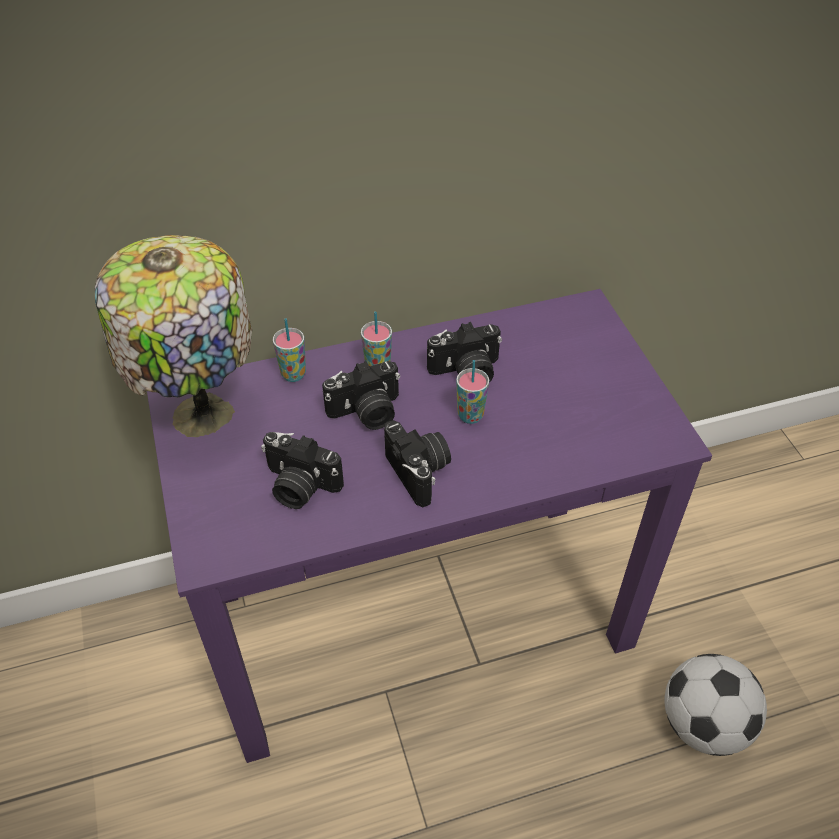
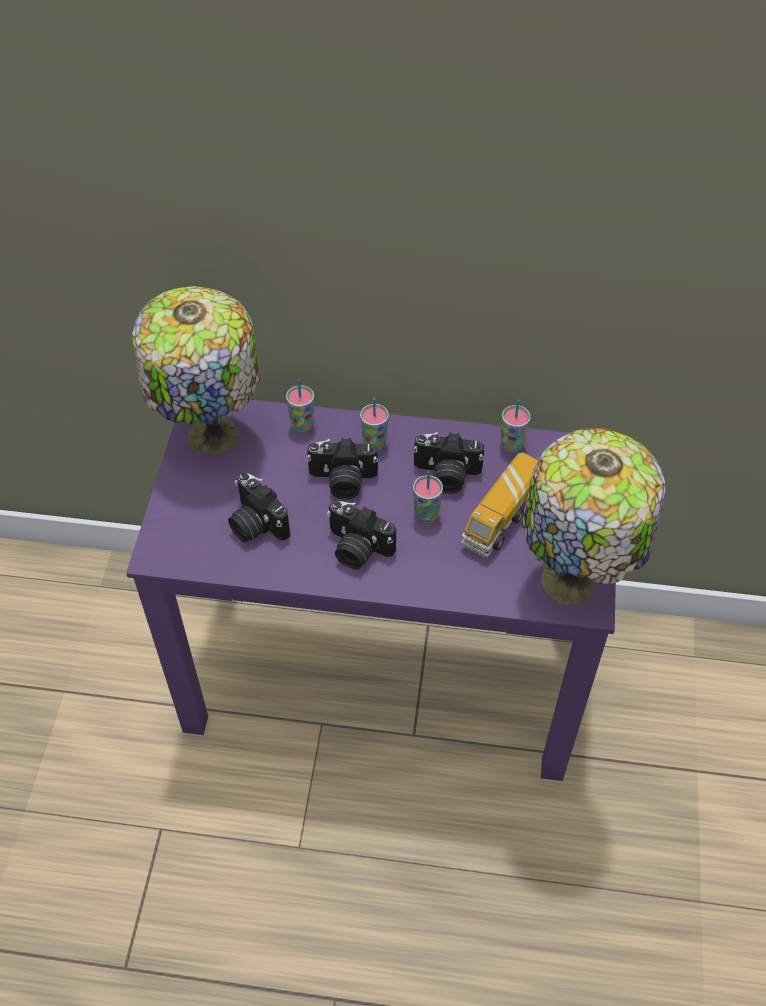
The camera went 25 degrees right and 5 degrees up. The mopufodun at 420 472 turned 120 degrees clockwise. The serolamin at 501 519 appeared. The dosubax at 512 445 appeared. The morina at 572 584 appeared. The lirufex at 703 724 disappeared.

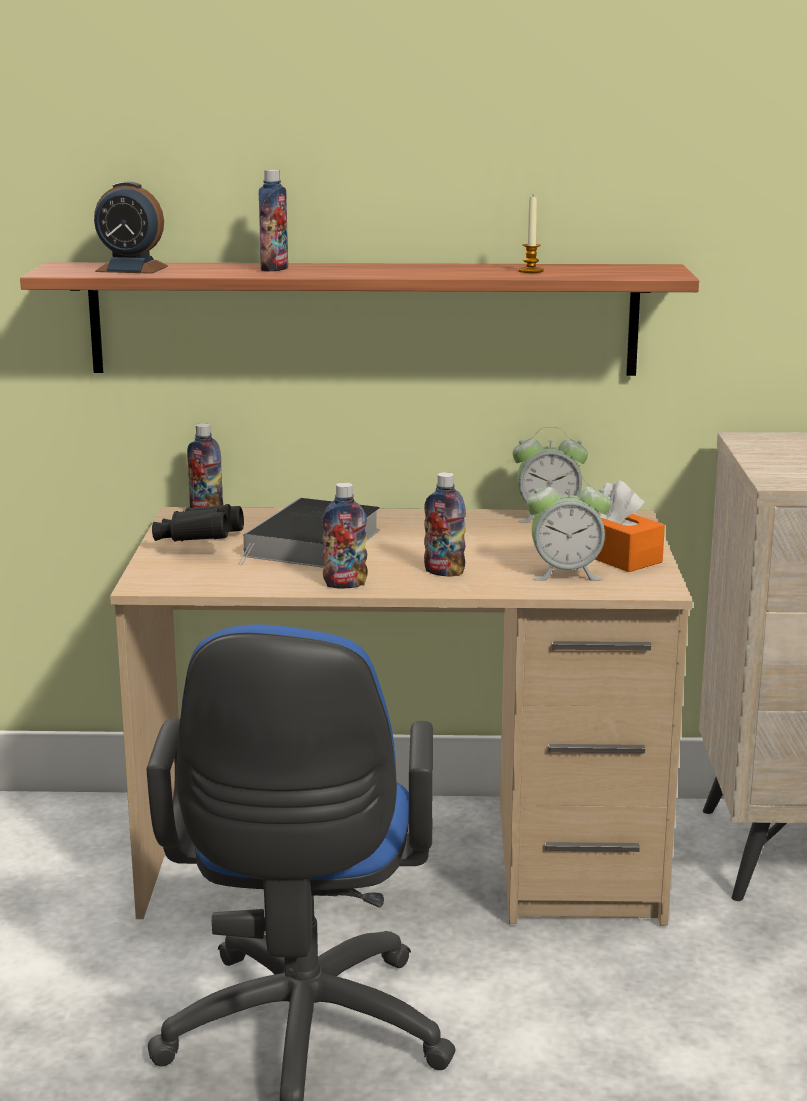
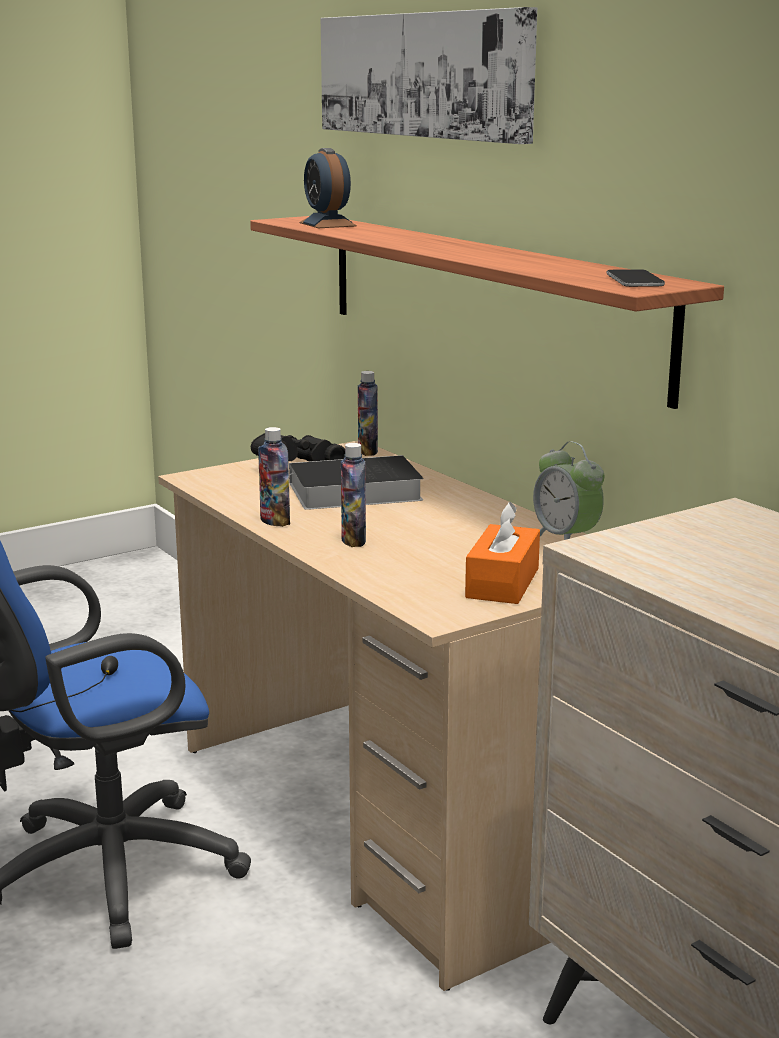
The camera went 55 degrees right and 0 degrees up. The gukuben at 424 75 appeared. The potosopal at 634 281 appeared. The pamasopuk at 274 269 disappeared. The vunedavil at 530 271 disappeared. The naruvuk at 566 573 disappeared.

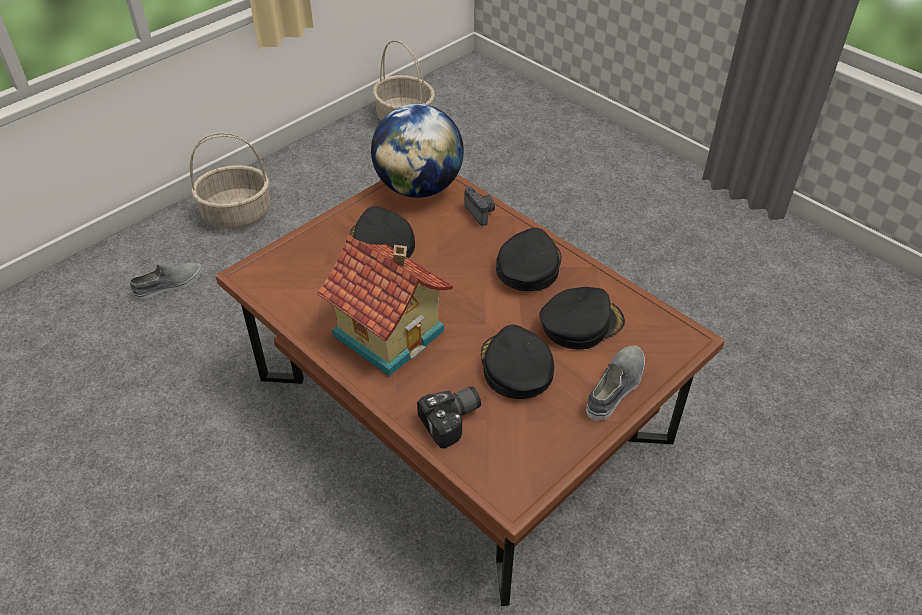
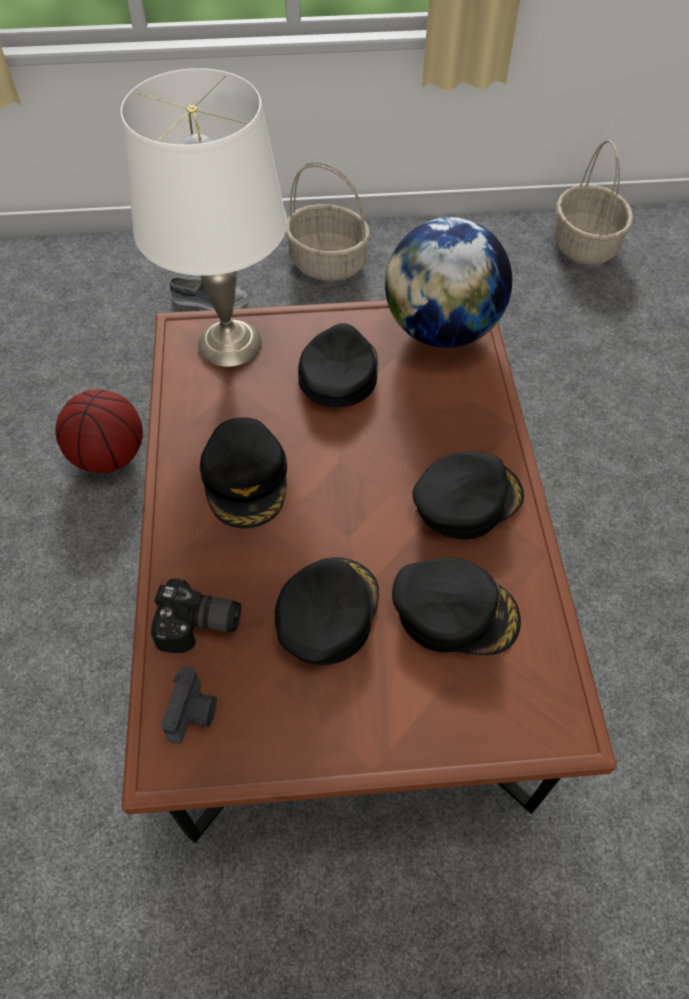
The camera went 40 degrees right and 10 degrees up. The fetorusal at 110 456 appeared. The white_morina at 230 343 appeared. The mopufodun moved from 481 213 to 194 713. The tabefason at 390 331 was replaced by the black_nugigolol at 246 479. The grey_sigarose at 616 386 disappeared.

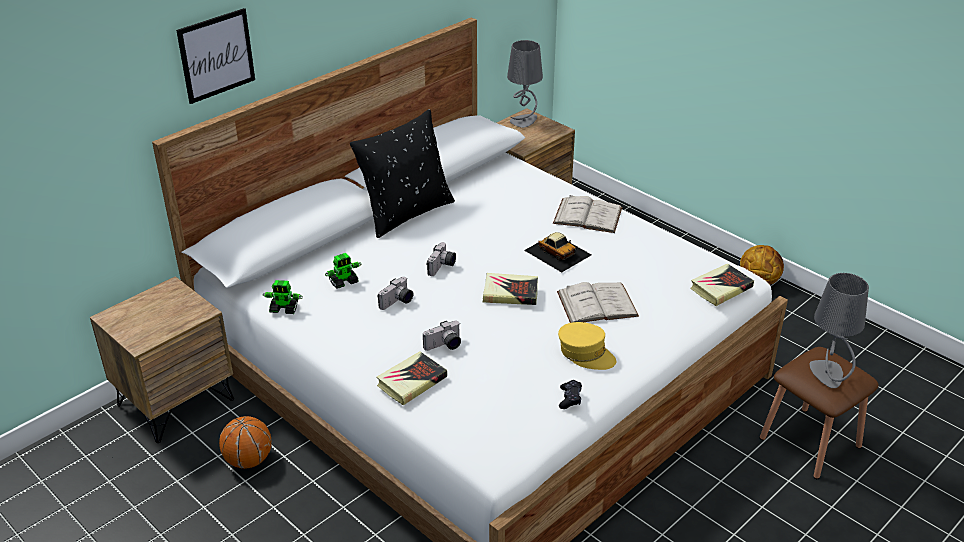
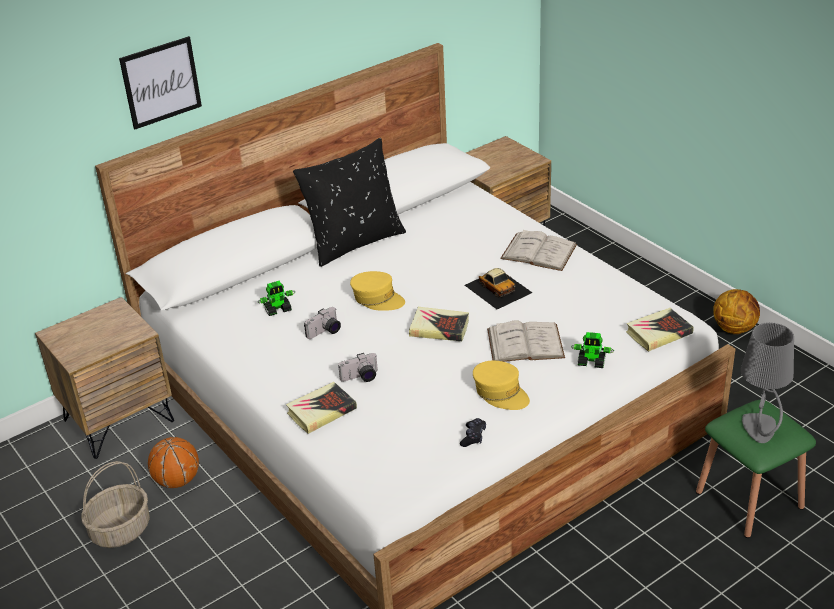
The camera went 10 degrees right and 0 degrees up. The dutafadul at 121 529 appeared. The mopufodun at 442 267 was replaced by the yellow_nugigolol at 377 299. The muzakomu moved from 284 309 to 591 362. The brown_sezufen at 810 442 became the green_sezufen at 749 499. The grey_morina at 524 121 disappeared.

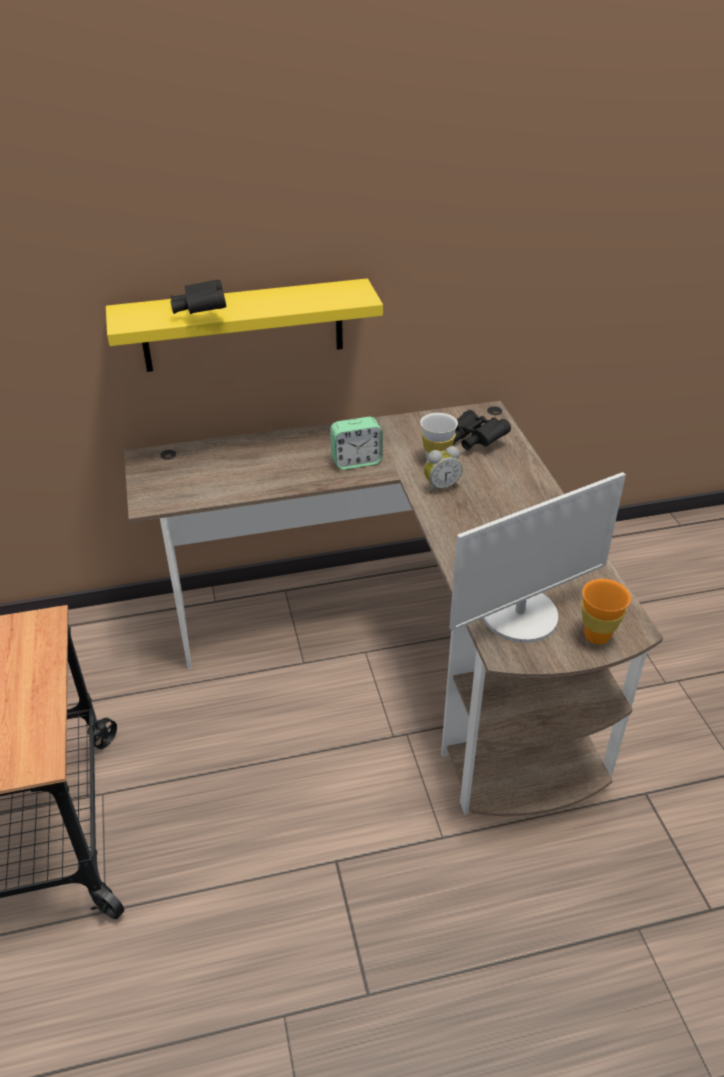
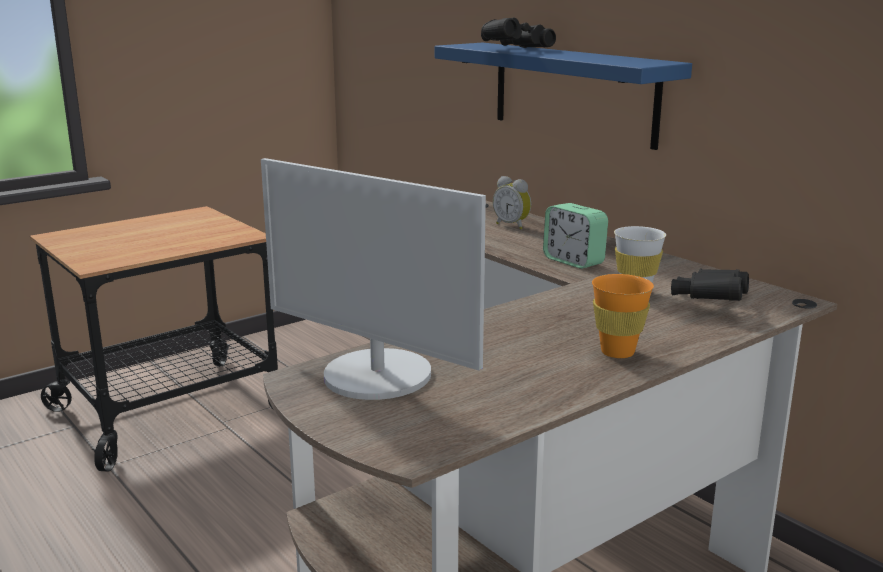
The camera went 65 degrees right and 20 degrees down. The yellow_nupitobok at 243 326 became the blue_nupitobok at 573 92. The naruvuk moved from 440 486 to 512 225. The orange_dosubax moved from 597 635 to 617 352.

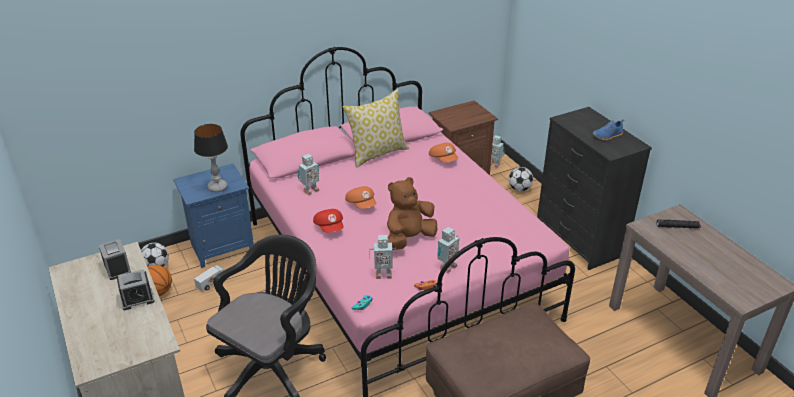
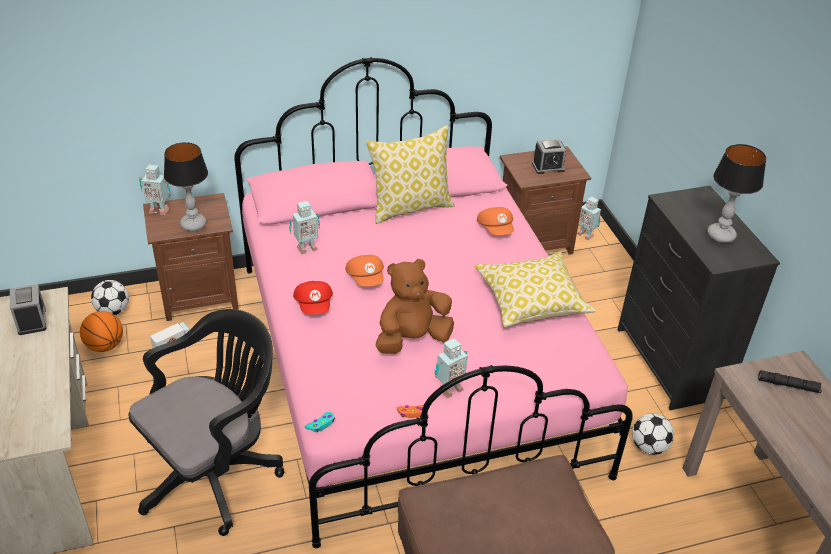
The camera went 10 degrees right and 5 degrees up. The muzakomu moved from 383 274 to 158 210. The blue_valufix at 221 247 became the brown_valufix at 199 296. The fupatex at 531 301 appeared. The naruvuk moved from 137 299 to 548 167. The lirufex moved from 519 189 to 649 447. The blue_sigarose at 607 136 was replaced by the morina at 721 235.

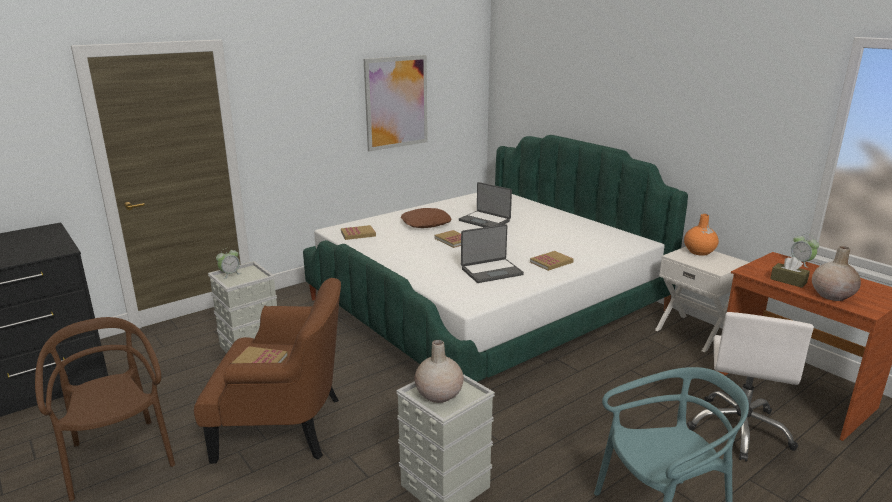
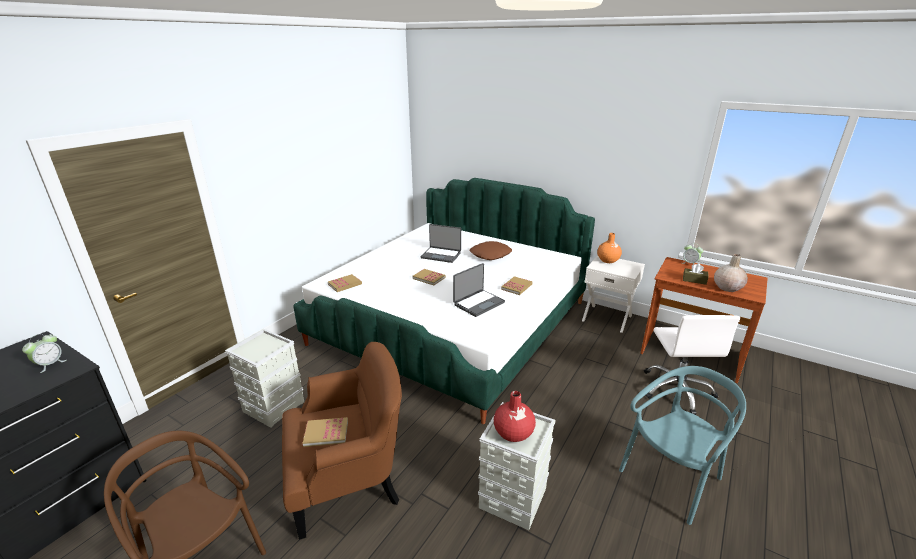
The camera went 20 degrees left and 5 degrees up. The naruvuk moved from 230 274 to 50 364. The brown_fupatex moved from 426 223 to 490 255. The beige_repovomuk at 438 394 became the red_repovomuk at 513 433. The gukuben at 396 102 disappeared.

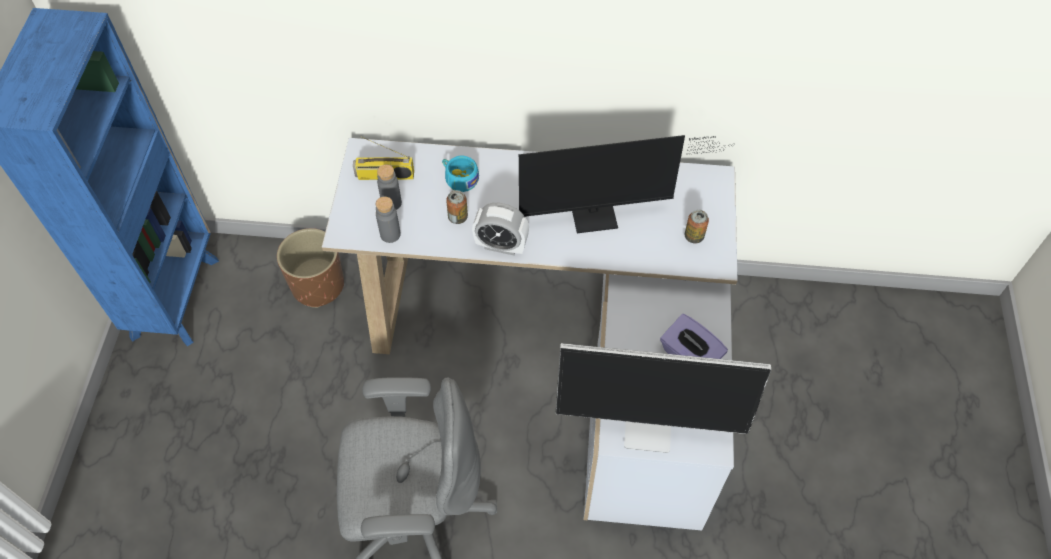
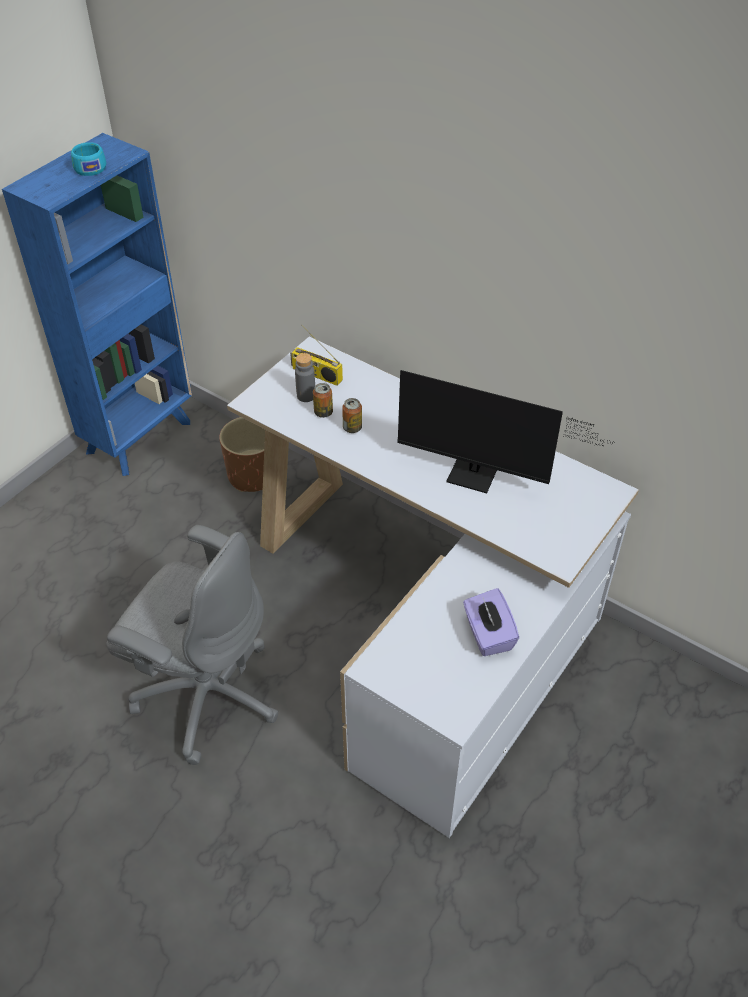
The camera went 30 degrees right and 10 degrees down. The turquoise_dosubax moved from 459 178 to 89 167. The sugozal moved from 694 236 to 323 412. The grey_pamasopuk at 390 234 disappeared. The naruvuk at 501 246 disappeared. The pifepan at 650 427 disappeared.

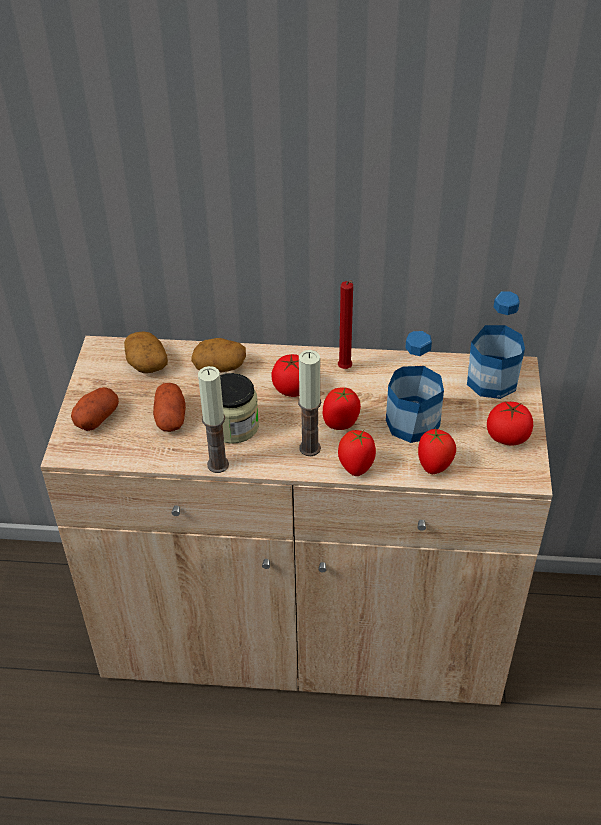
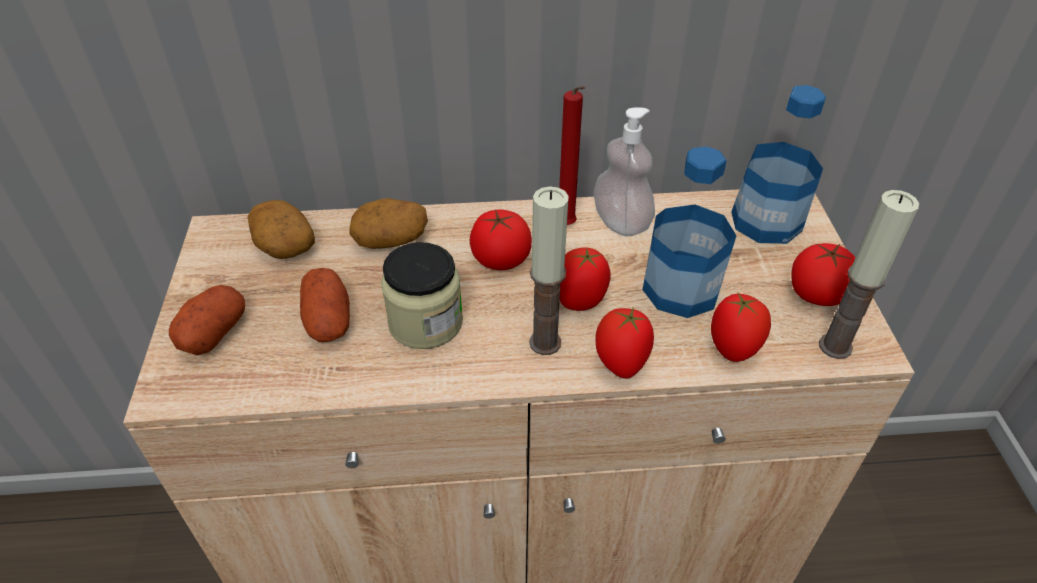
The camera went 10 degrees left and 0 degrees up. The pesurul at 621 223 appeared. The vunedavil moved from 218 464 to 835 346.

